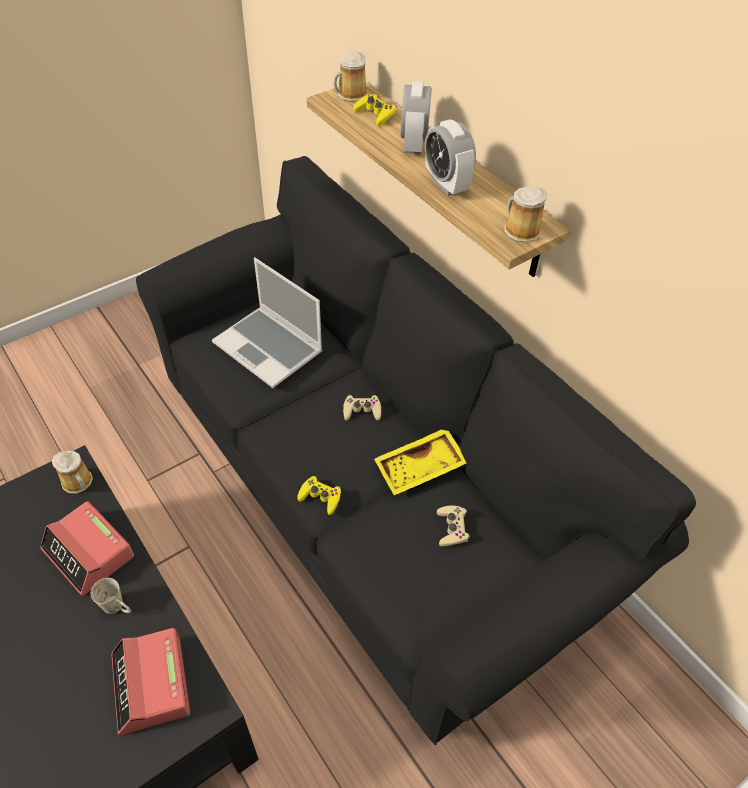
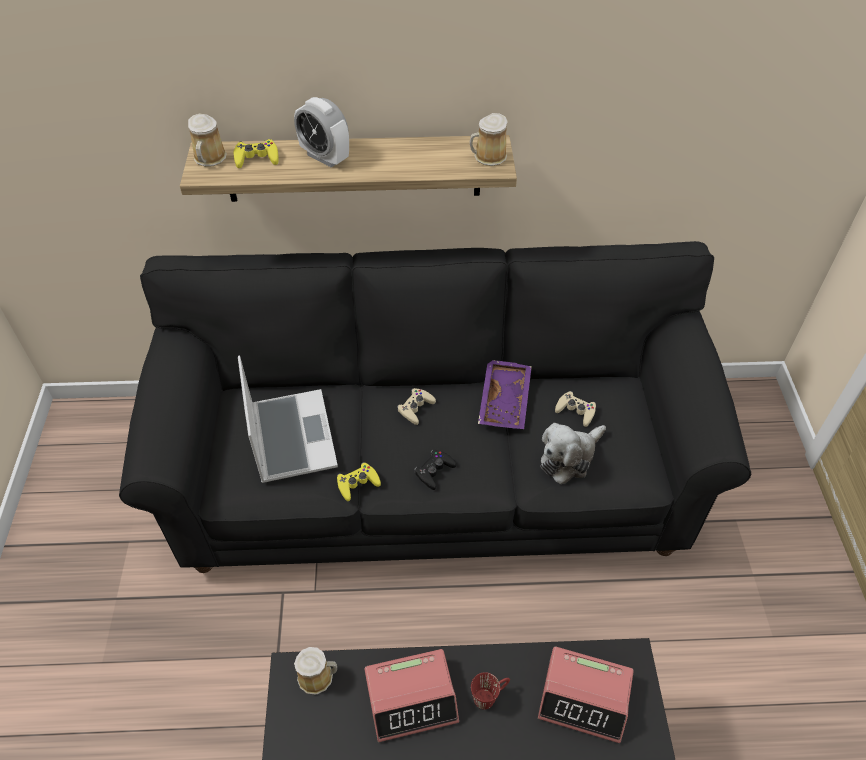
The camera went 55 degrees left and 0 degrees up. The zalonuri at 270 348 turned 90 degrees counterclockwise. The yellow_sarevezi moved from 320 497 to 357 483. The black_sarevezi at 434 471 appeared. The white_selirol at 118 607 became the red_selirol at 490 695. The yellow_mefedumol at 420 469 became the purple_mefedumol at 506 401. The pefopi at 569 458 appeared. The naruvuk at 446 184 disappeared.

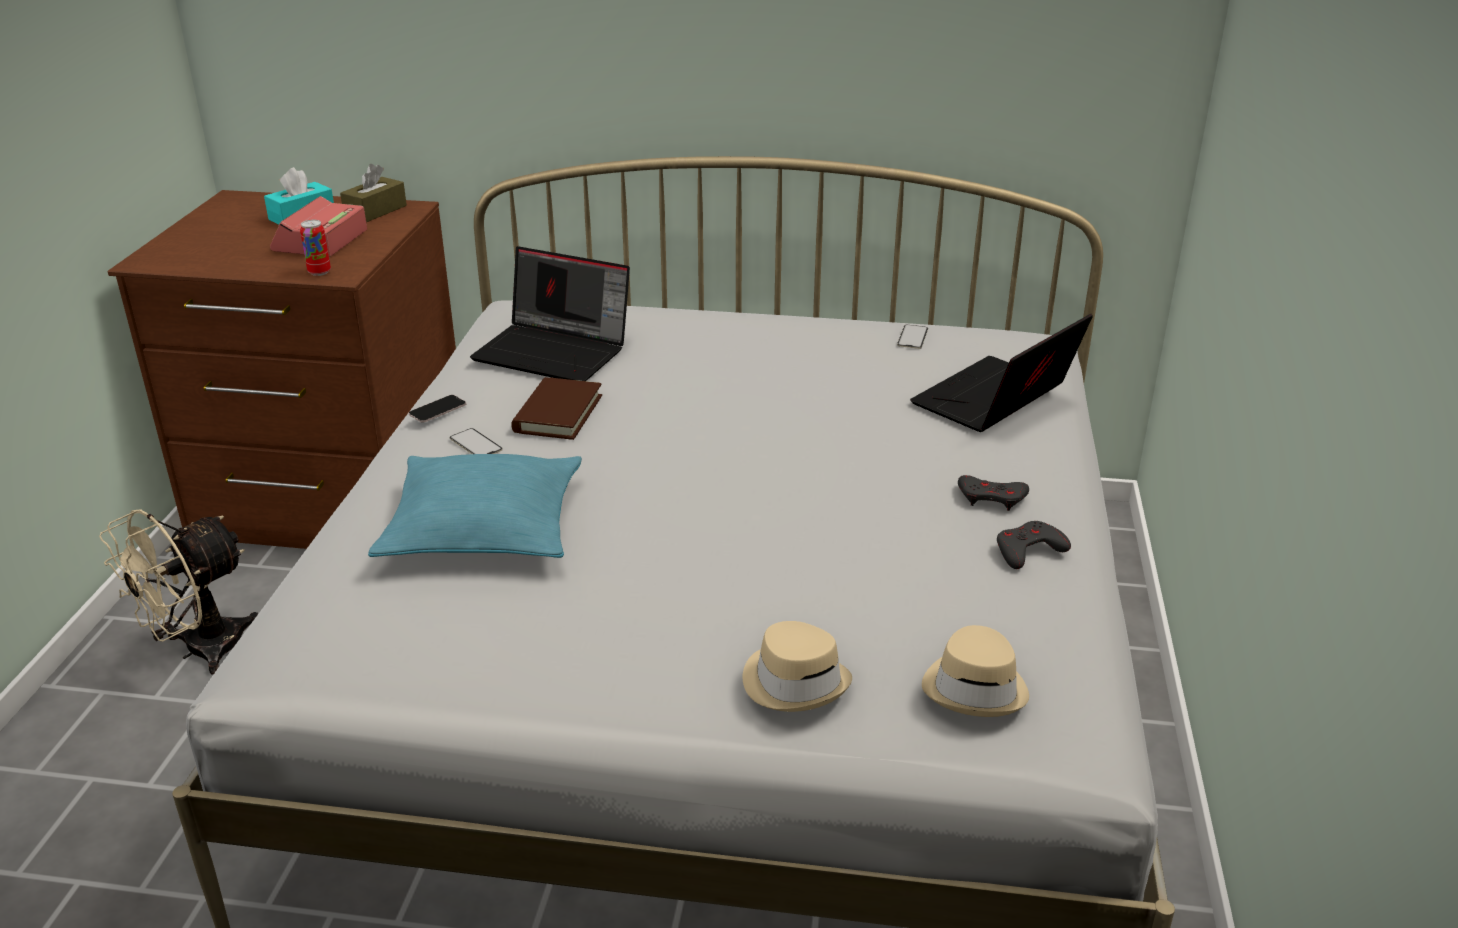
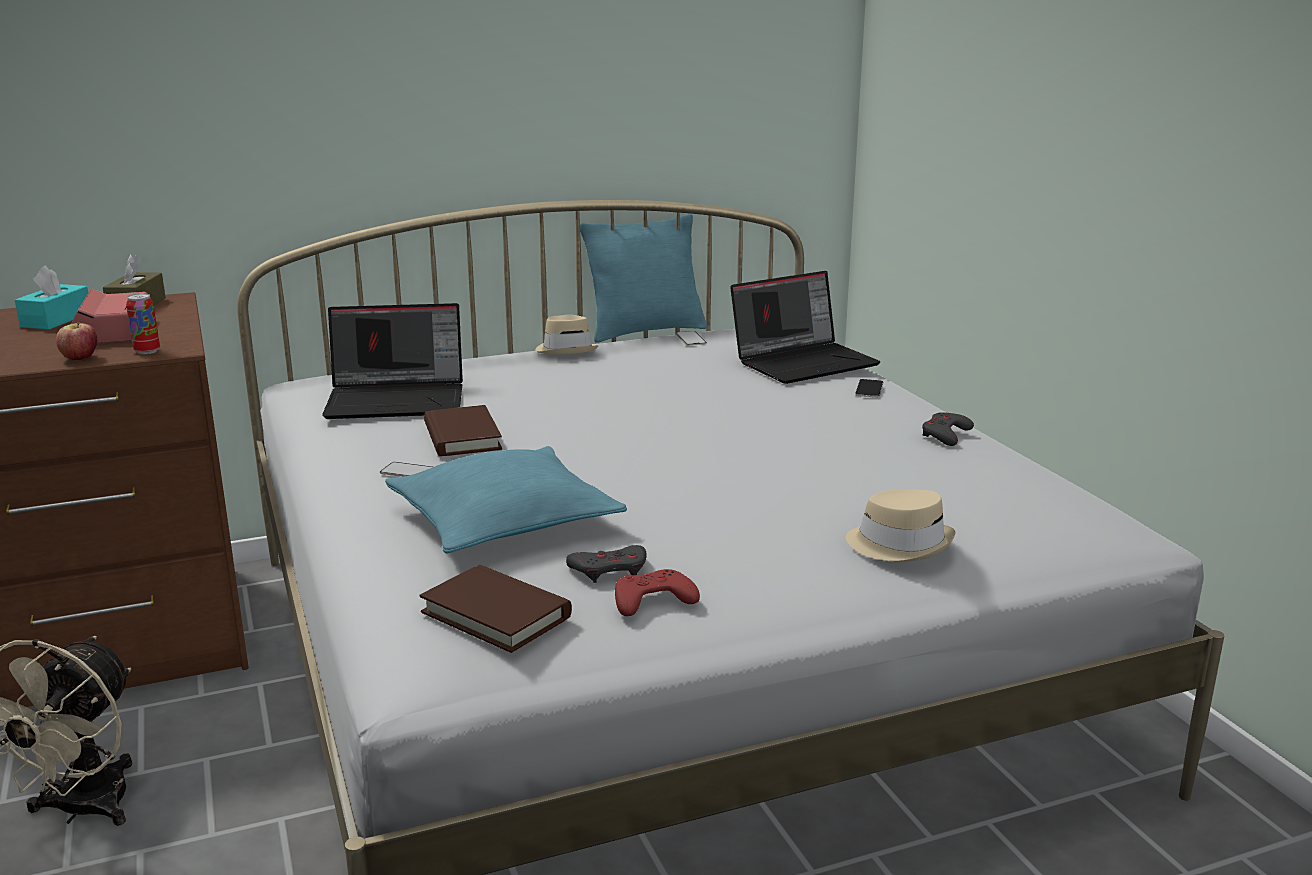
The camera went 30 degrees left and 10 degrees down. The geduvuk at 80 358 appeared. The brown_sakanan at 496 614 appeared. The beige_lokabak moved from 975 688 to 566 350. The grey_sarevezi moved from 991 497 to 609 570. The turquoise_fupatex at 645 331 appeared. The red_sarevezi at 653 600 appeared. The zalonuri at 995 401 turned 135 degrees counterclockwise. The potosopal moved from 437 409 to 869 389.

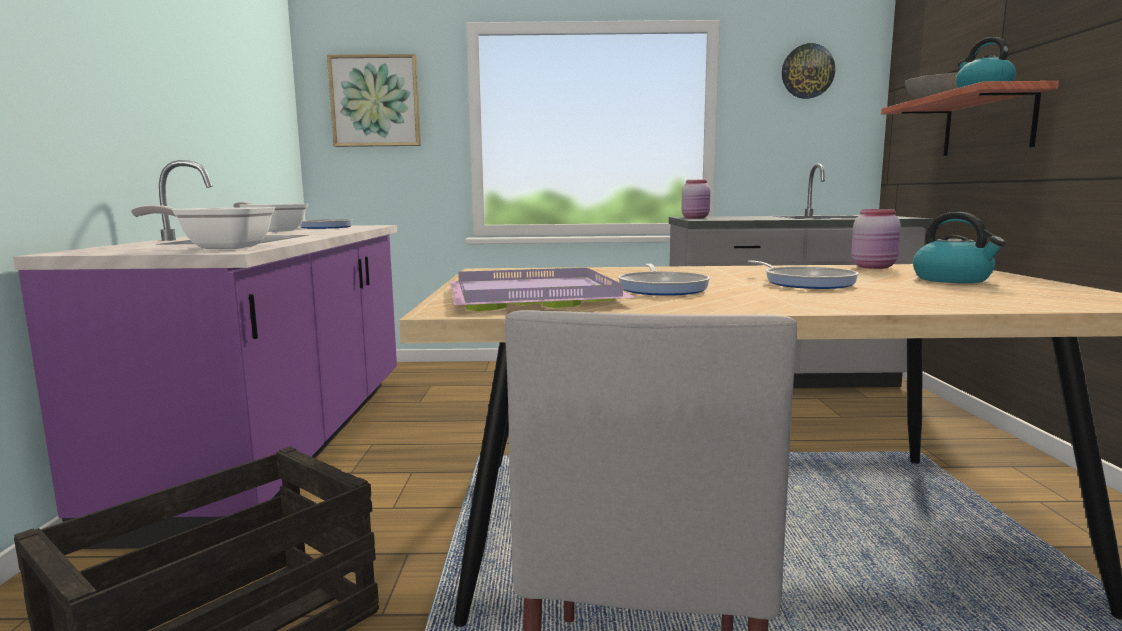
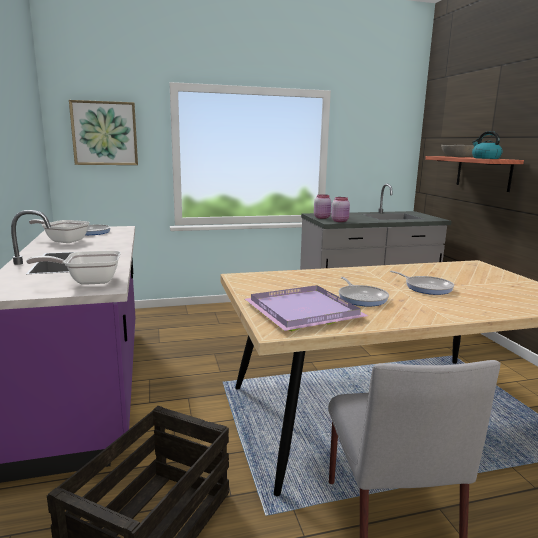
The camera went 15 degrees left and 5 degrees up. The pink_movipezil moved from 874 267 to 340 221. The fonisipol at 807 71 disappeared. The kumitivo at 953 279 disappeared.

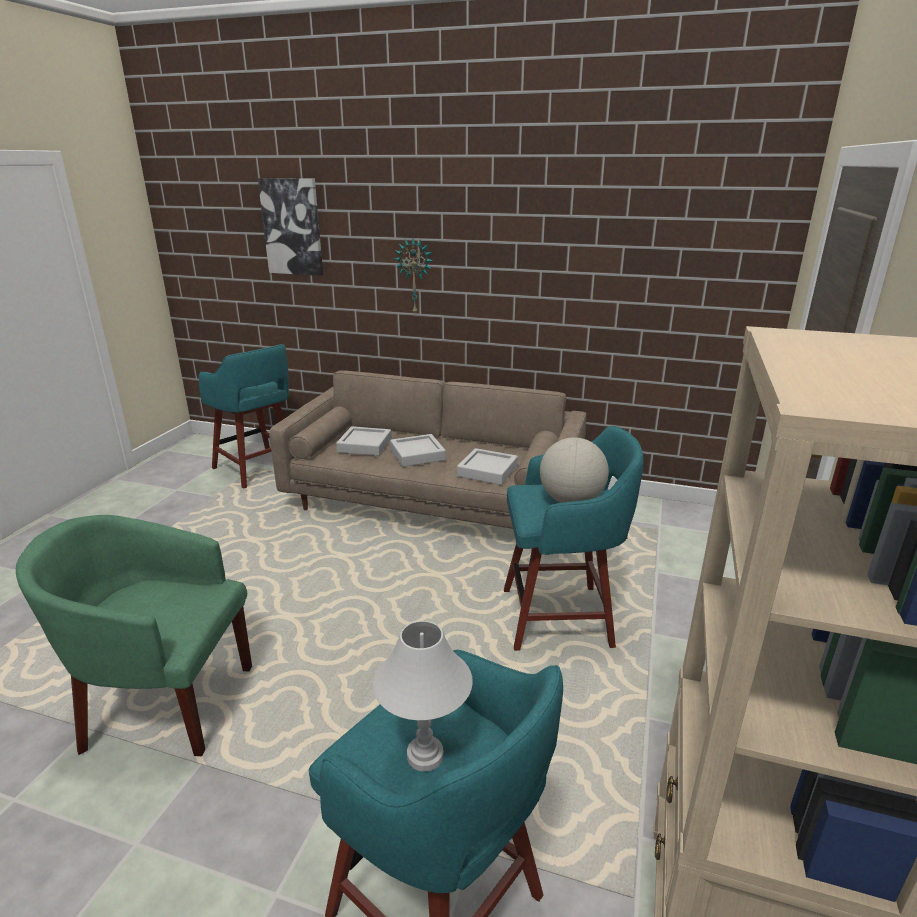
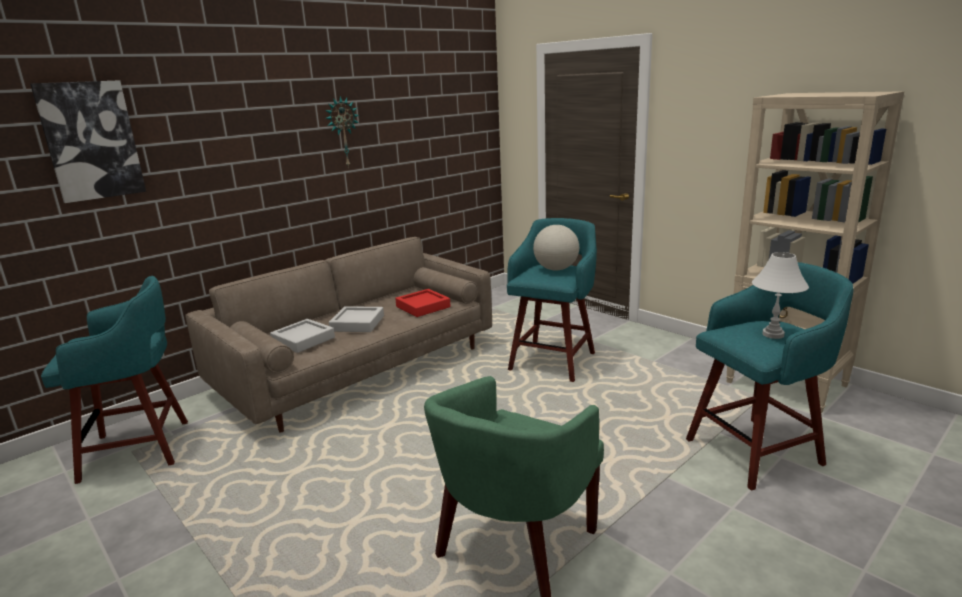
The camera went 60 degrees left and 5 degrees down. The fonisipol moved from 415 276 to 342 132. The grey_mefedumol at 487 471 became the red_mefedumol at 423 307.

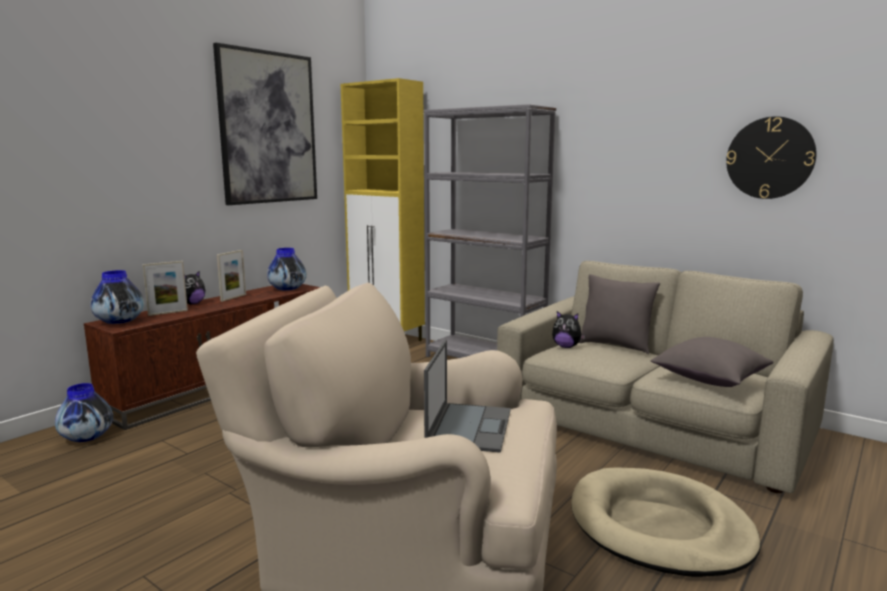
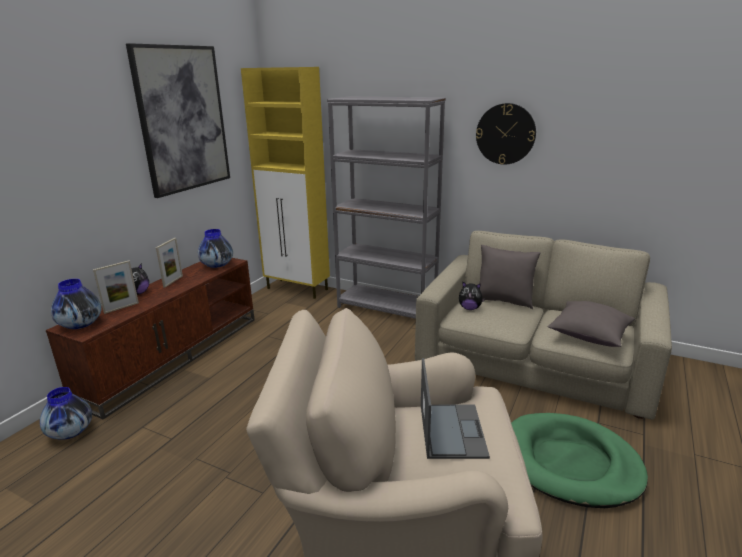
The camera went 10 degrees left and 10 degrees up. The fonisipol moved from 770 158 to 505 134. The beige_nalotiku at 659 527 became the green_nalotiku at 570 463.

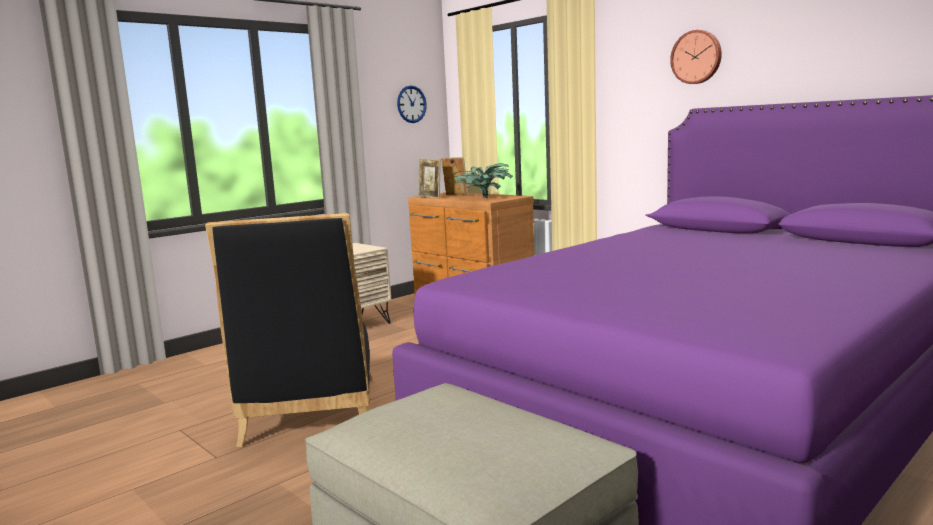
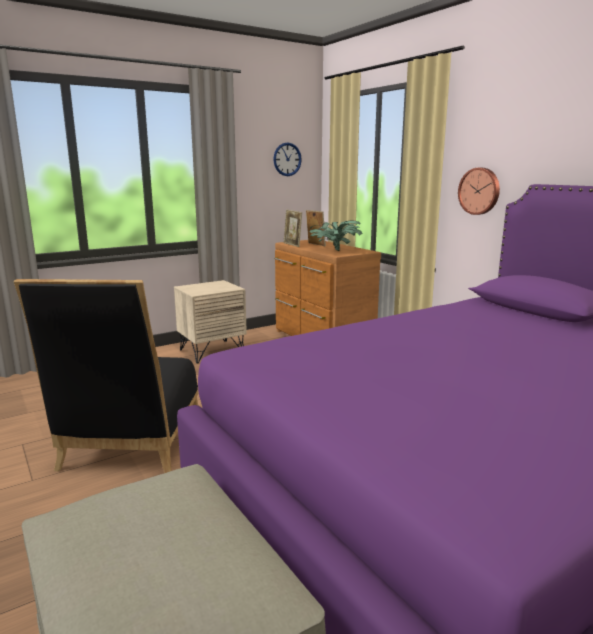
The camera went 10 degrees right and 5 degrees up. The fonisipol moved from 697 57 to 479 191.

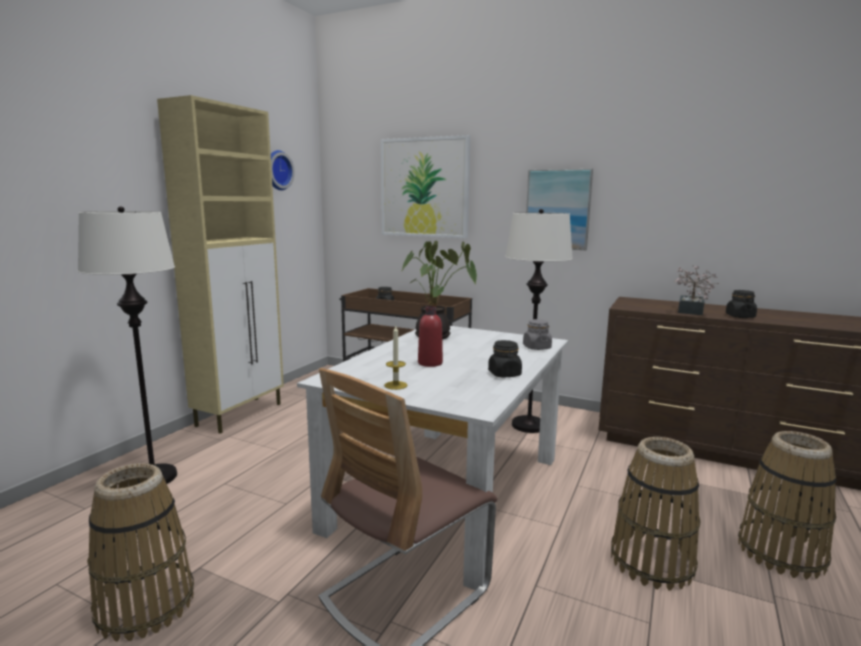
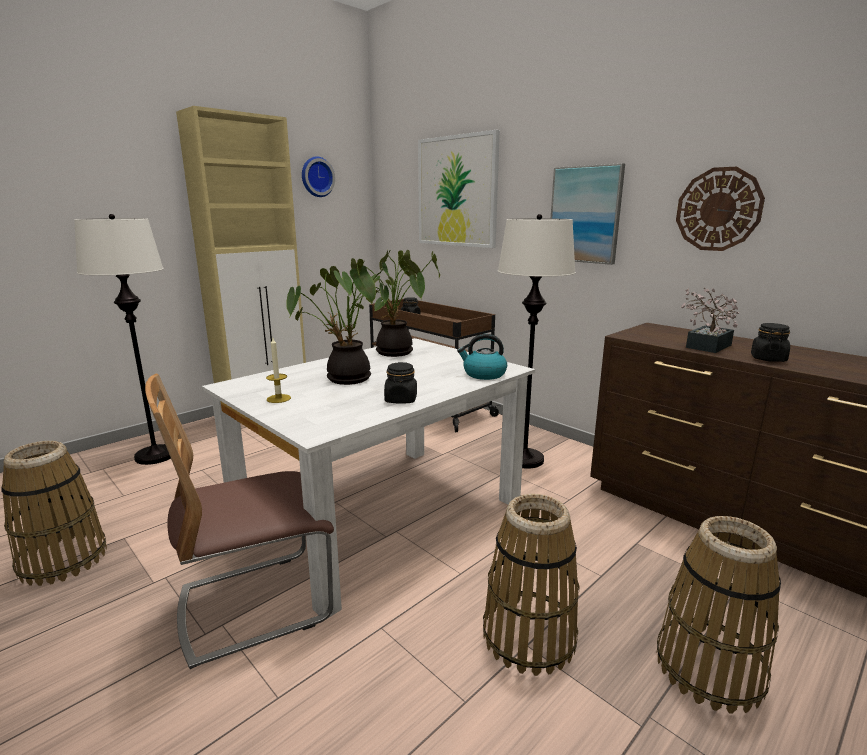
The camera went 20 degrees right and 5 degrees up. The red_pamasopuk at 430 363 was replaced by the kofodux at 346 380. The grey_movipezil at 536 347 was replaced by the kumitivo at 483 374. The fonisipol at 718 209 appeared.

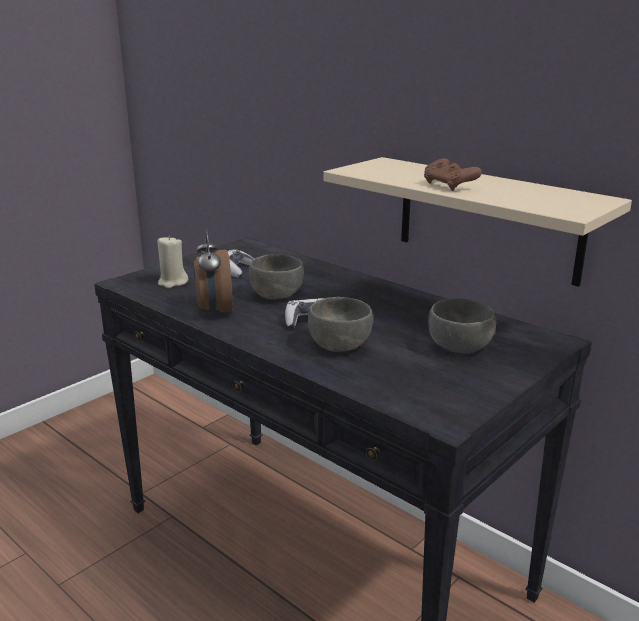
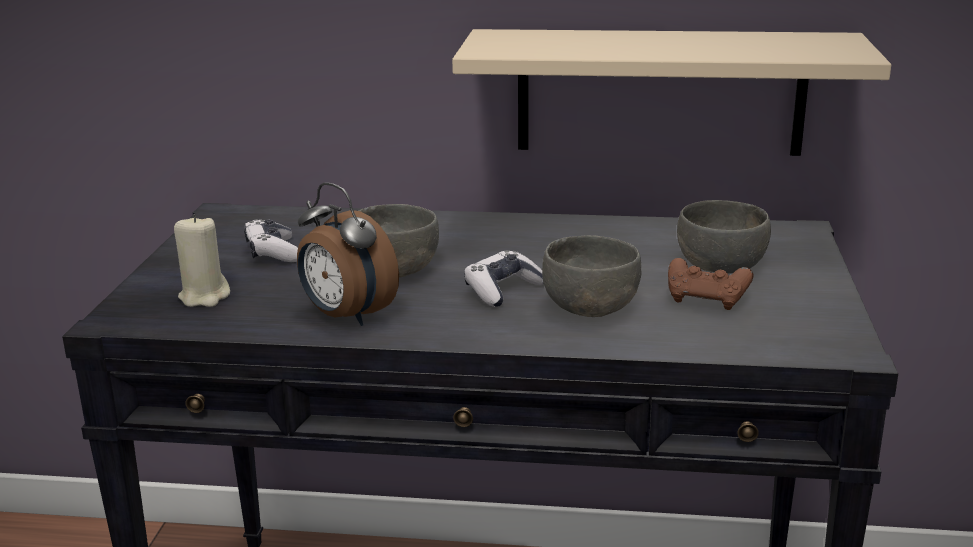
The camera went 35 degrees left and 0 degrees up. The brown_sarevezi moved from 449 186 to 706 299.

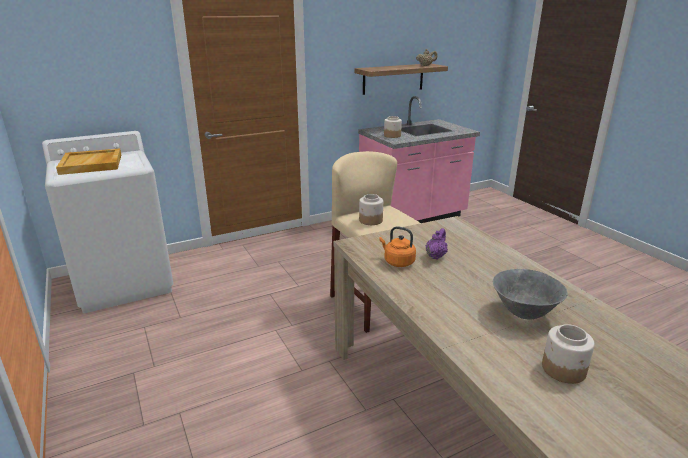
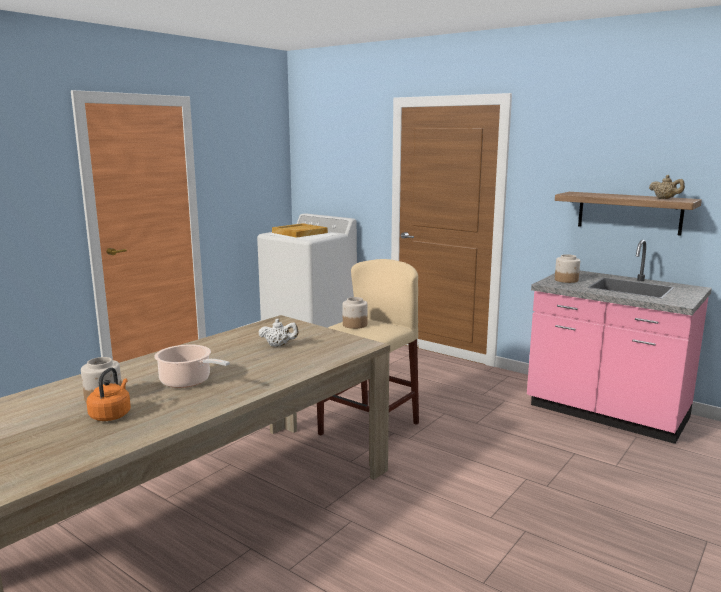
The camera went 65 degrees right and 10 degrees down. The orange_kumitivo moved from 397 262 to 111 415. The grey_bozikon at 524 313 was replaced by the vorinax at 188 381. The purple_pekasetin at 435 256 became the white_pekasetin at 279 345.

